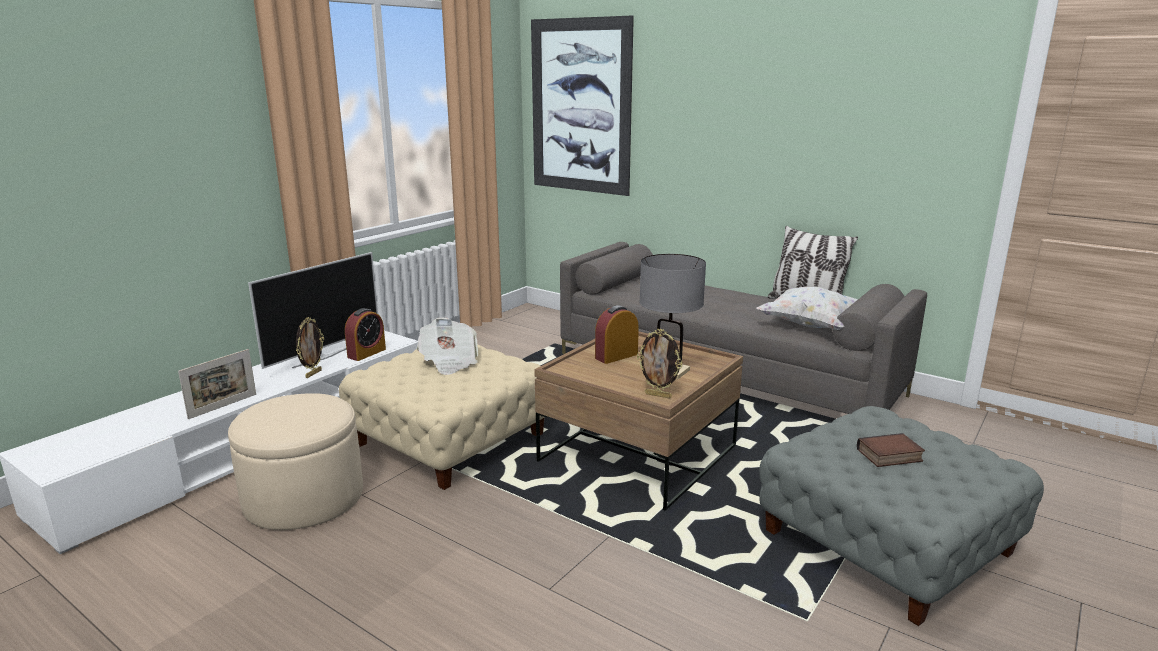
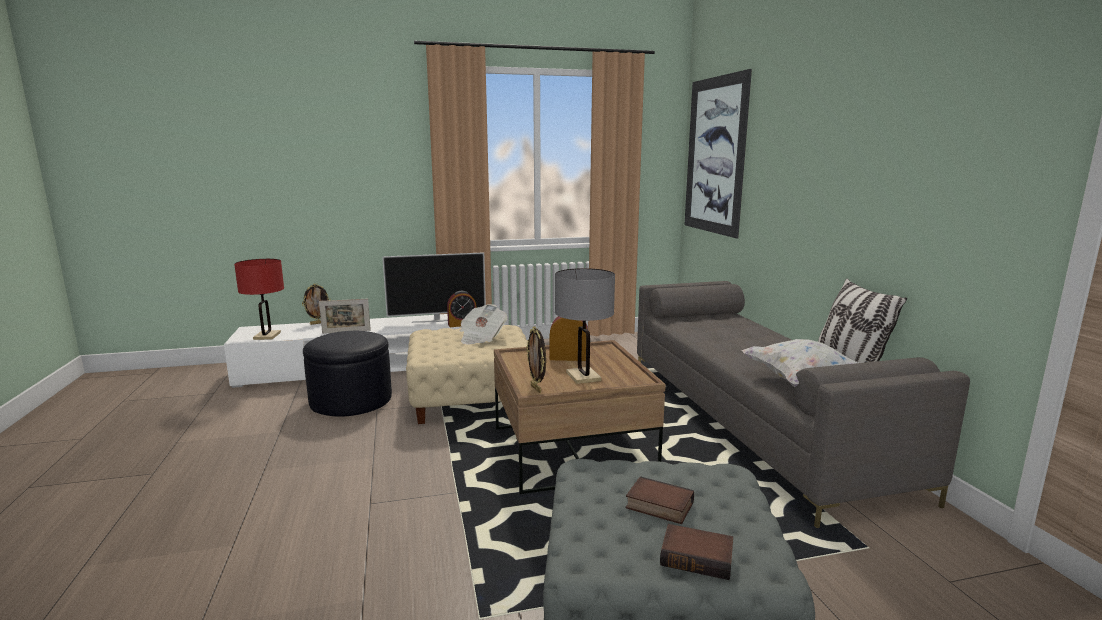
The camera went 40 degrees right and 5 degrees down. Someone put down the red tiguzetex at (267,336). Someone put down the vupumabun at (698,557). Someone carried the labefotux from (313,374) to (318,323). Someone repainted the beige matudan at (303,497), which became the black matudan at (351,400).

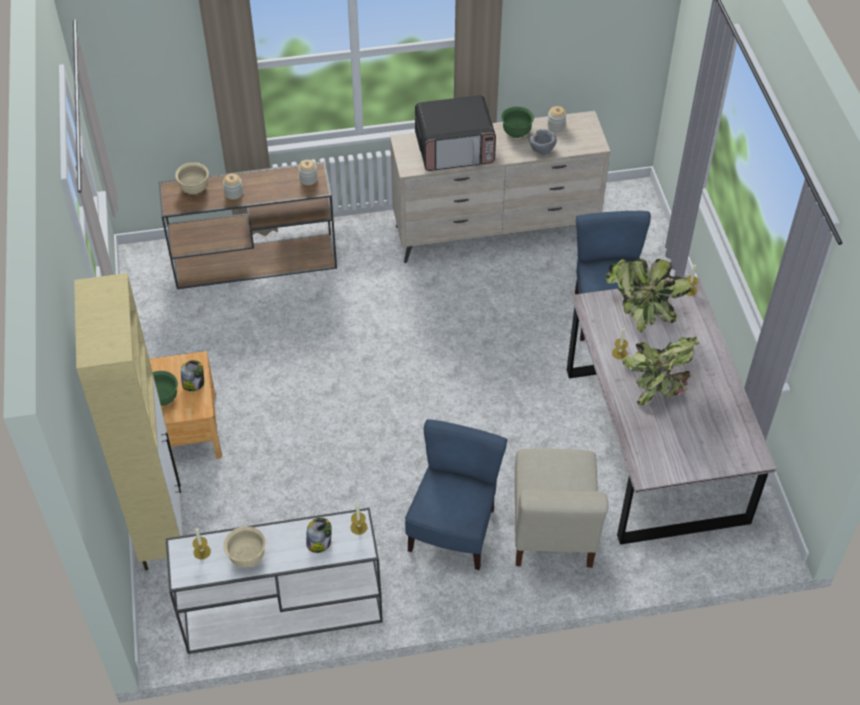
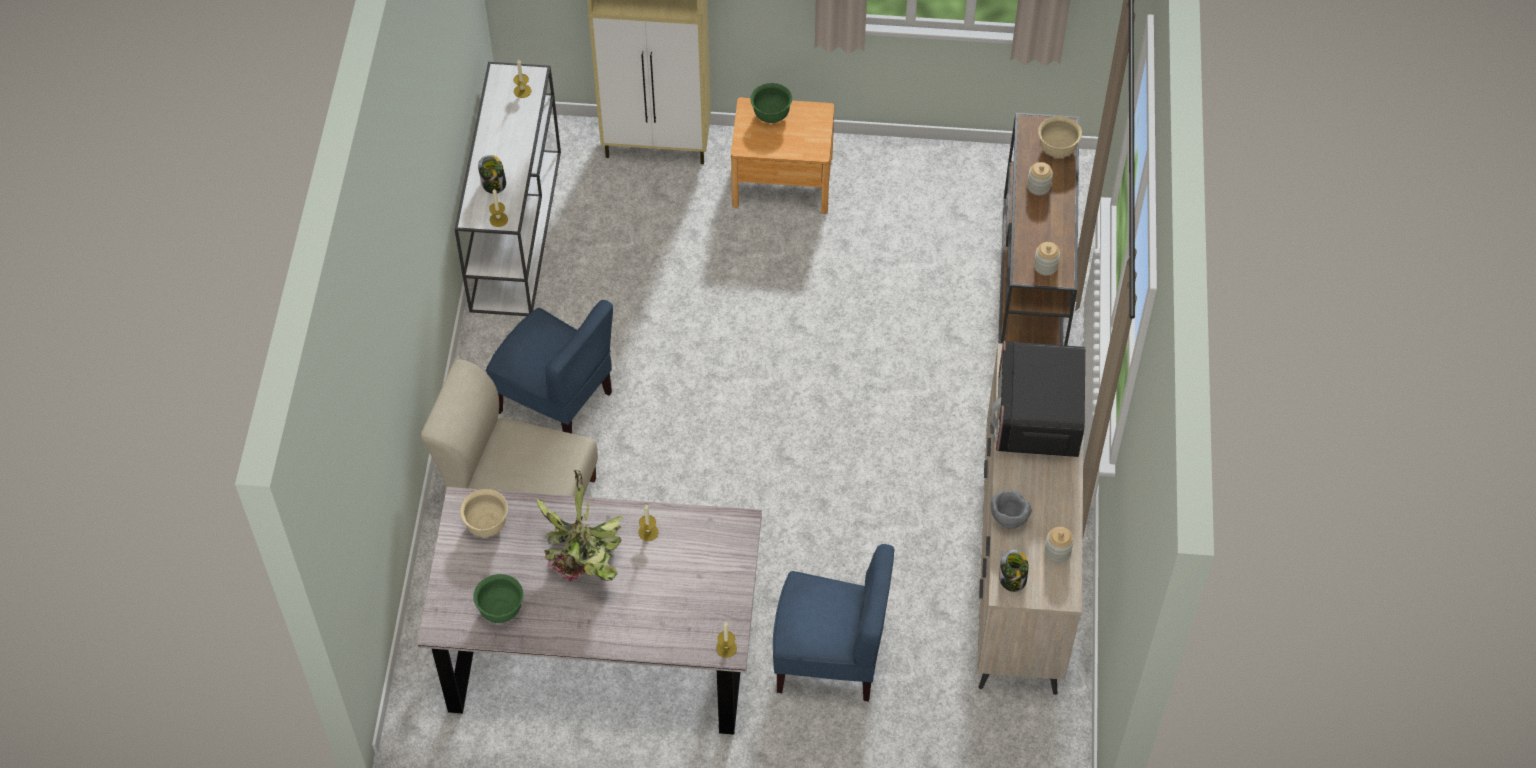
The camera went 105 degrees right and 5 degrees up. Someone took away the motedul at (641,311). Someone carried the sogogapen from (194,383) to (1012,579). Someone carried the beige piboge from (247,556) to (486,524). Someone carried the green piboge from (516,132) to (501,610).

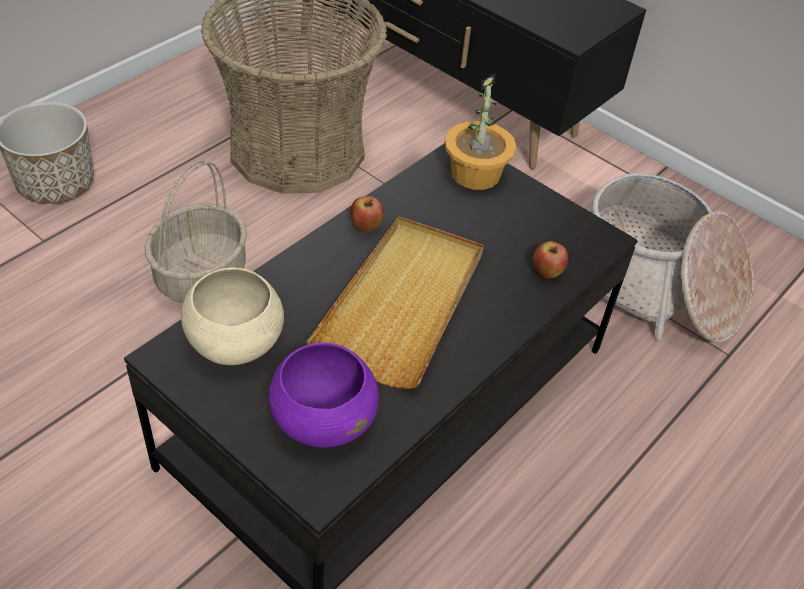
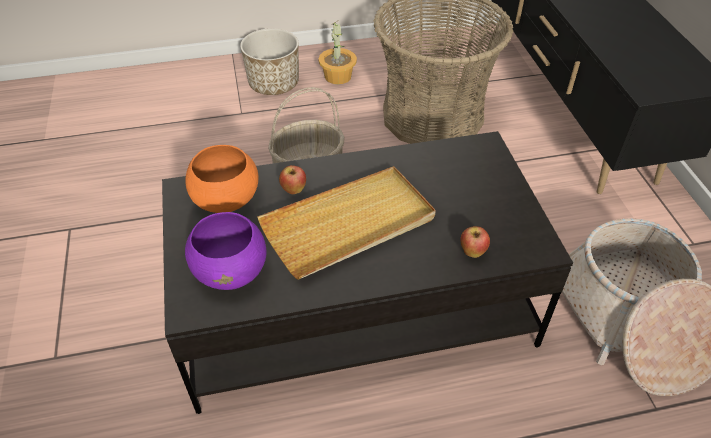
The camera went 40 degrees right and 0 degrees up. Someone carried the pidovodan from (366,227) to (294,190). Someone carried the motedul from (476,173) to (338,76). Someone repainted the beige piboge at (234,343), which became the orange piboge at (225,199).

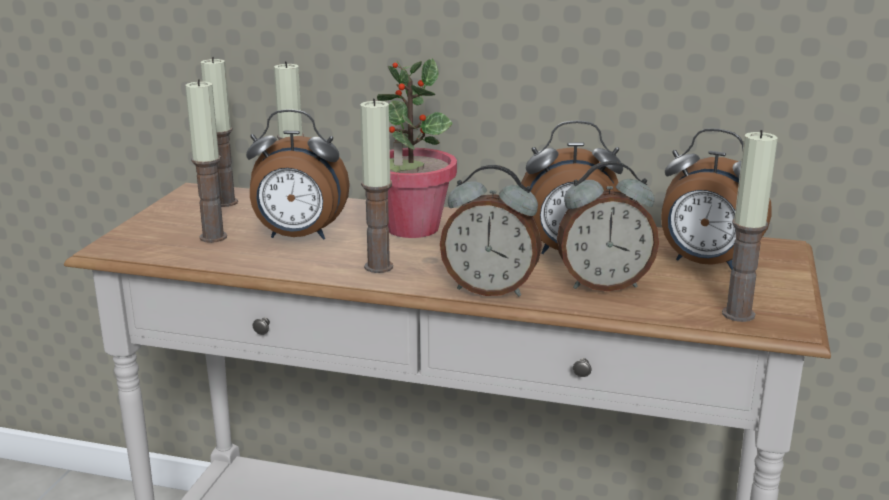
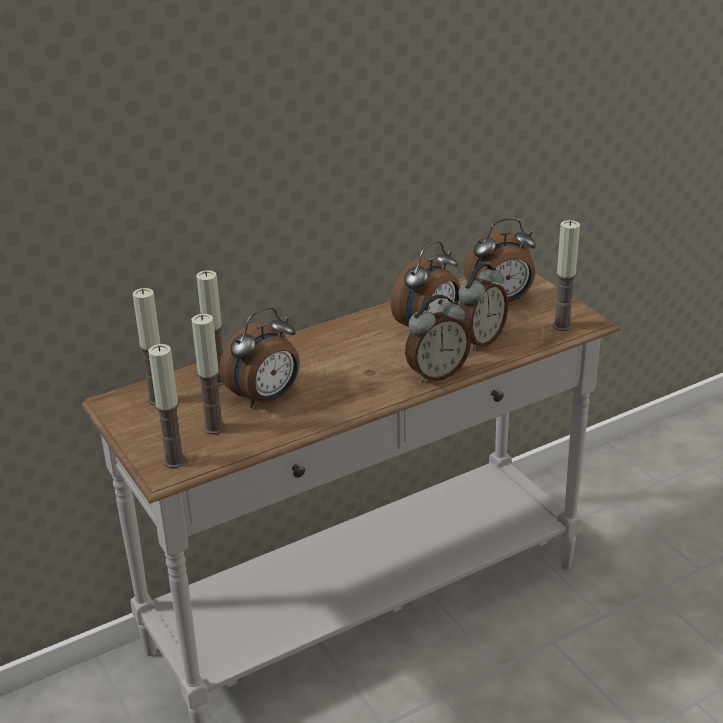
The camera went 45 degrees left and 10 degrees up. Someone took away the motedul at (411,228). Someone carried the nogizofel from (378,267) to (174,461).

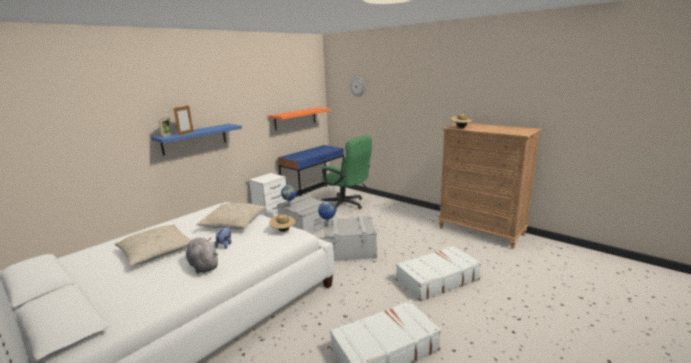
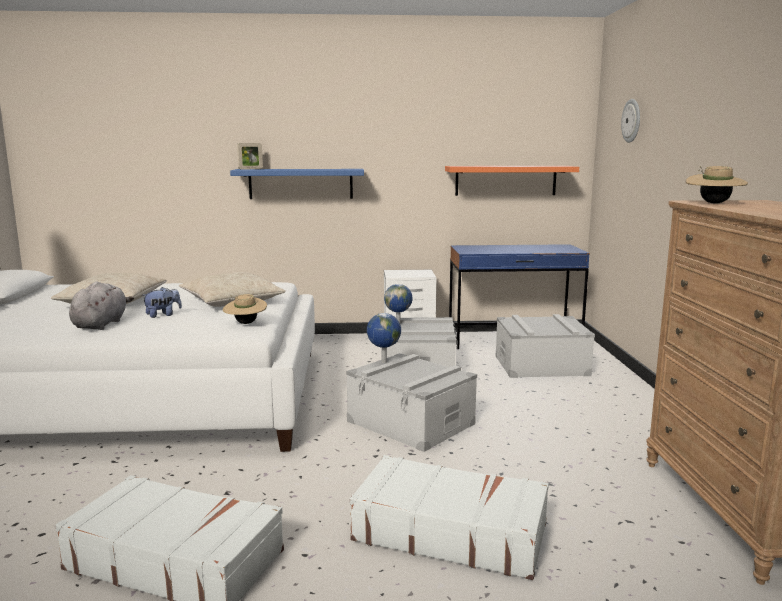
The camera went 45 degrees right and 5 degrees down. Someone took away the labefotux at (186,133). Someone swapped the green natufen at (346,205) for the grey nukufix at (541,365).

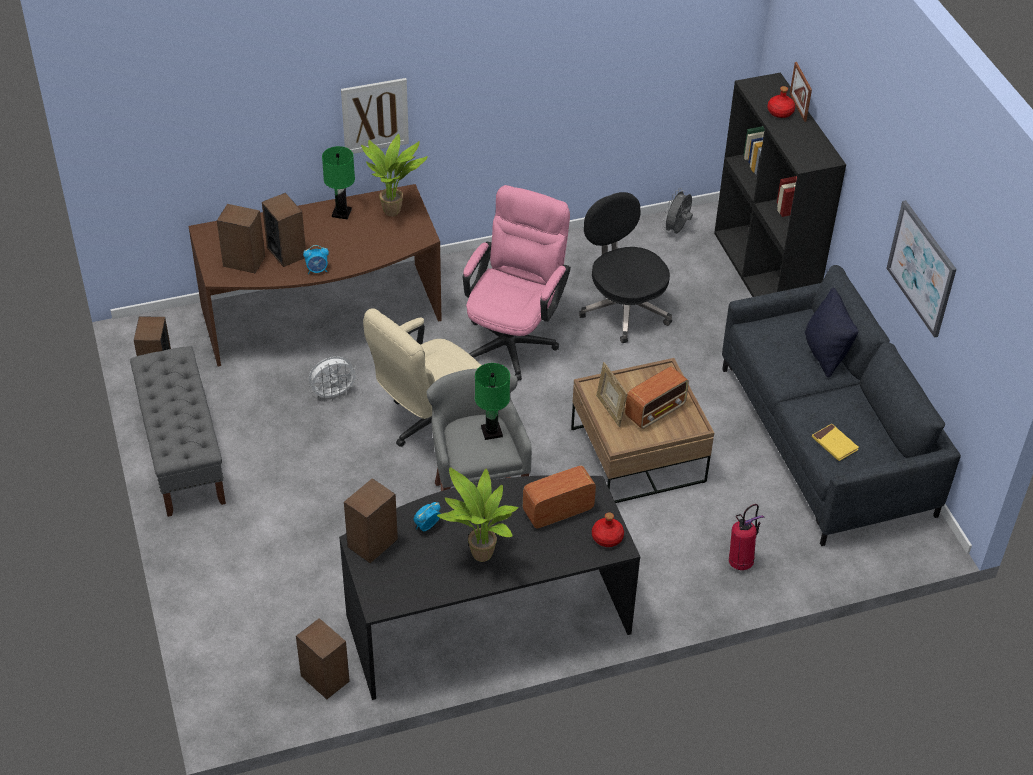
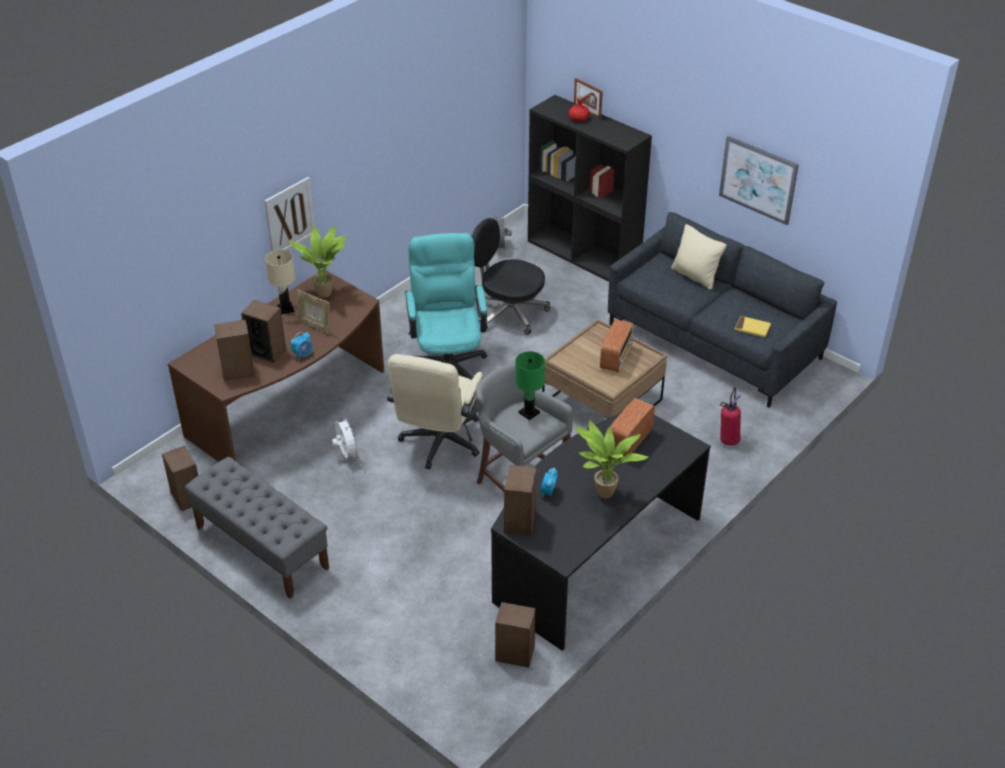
The camera went 30 degrees left and 5 degrees down. Someone took away the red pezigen at (607,537). Someone carried the labefotux from (610,410) to (315,326). Someone repainted the green tiguzetex at (342,213), which became the beige tiguzetex at (286,309). Someone repainted the pink natufen at (514,338), which became the turquoise natufen at (448,362). Someone repainted the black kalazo at (825,354), which became the beige kalazo at (695,276). Someone rotated the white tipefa at (333,395) by 60 degrees counterclockwise.

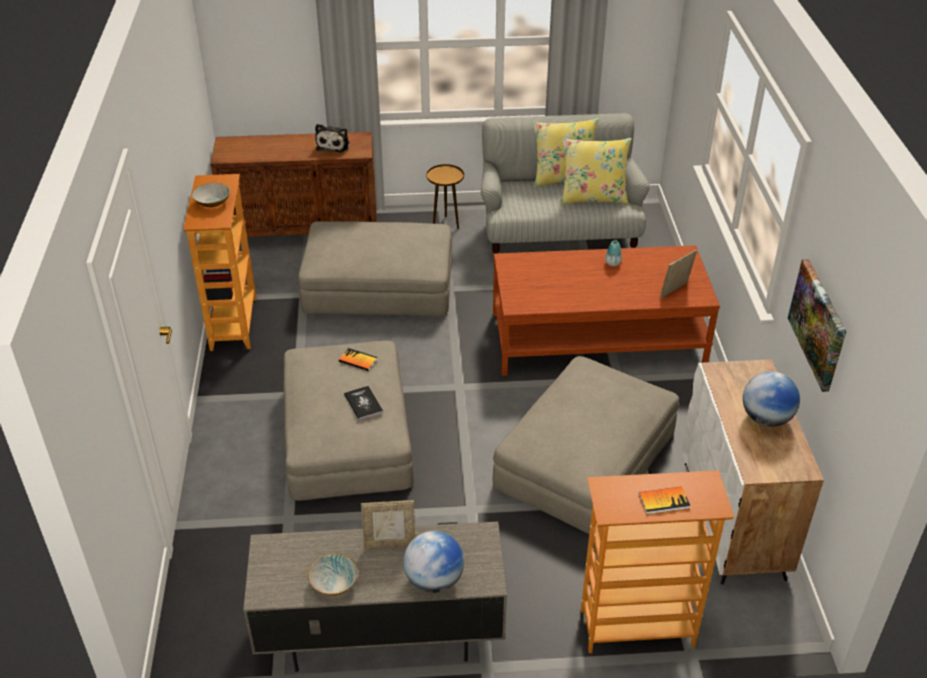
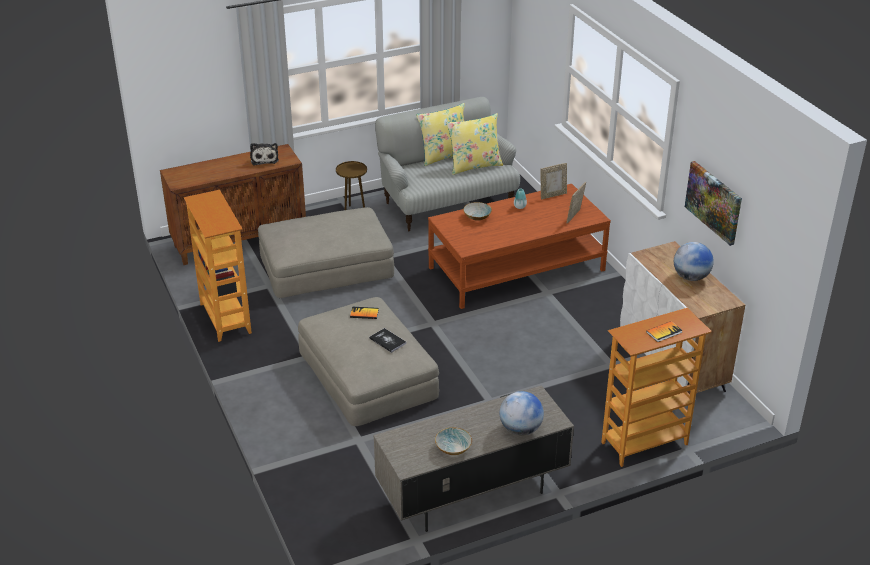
The camera went 20 degrees left and 5 degrees down. Someone took away the beige matudan at (586,459). Someone carried the piboge from (212,203) to (477,217). Someone carried the labefotux from (390,543) to (553,195).

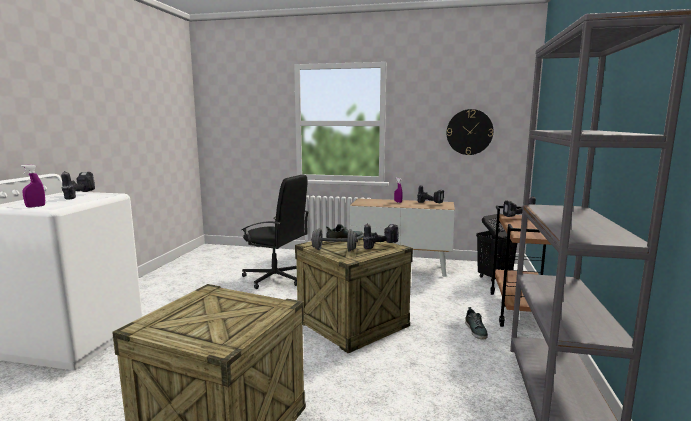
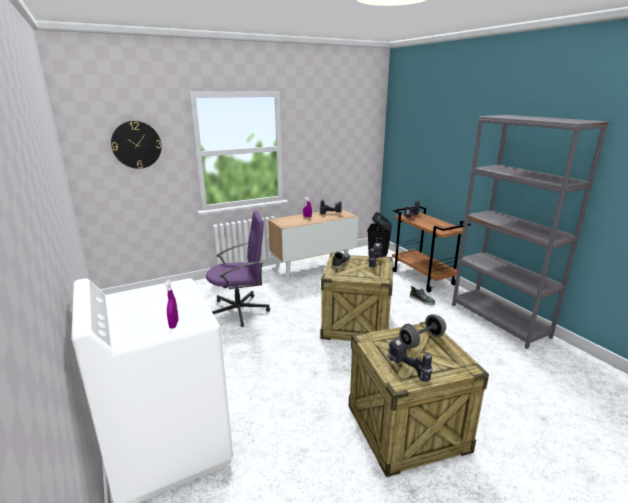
The camera went 40 degrees left and 10 degrees up. Someone carried the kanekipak from (78,196) to (406,370). Someone carried the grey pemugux from (334,250) to (421,340). Someone carried the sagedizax from (469,132) to (136,145). Someone repainted the black natufen at (275,278), which became the purple natufen at (239,310).

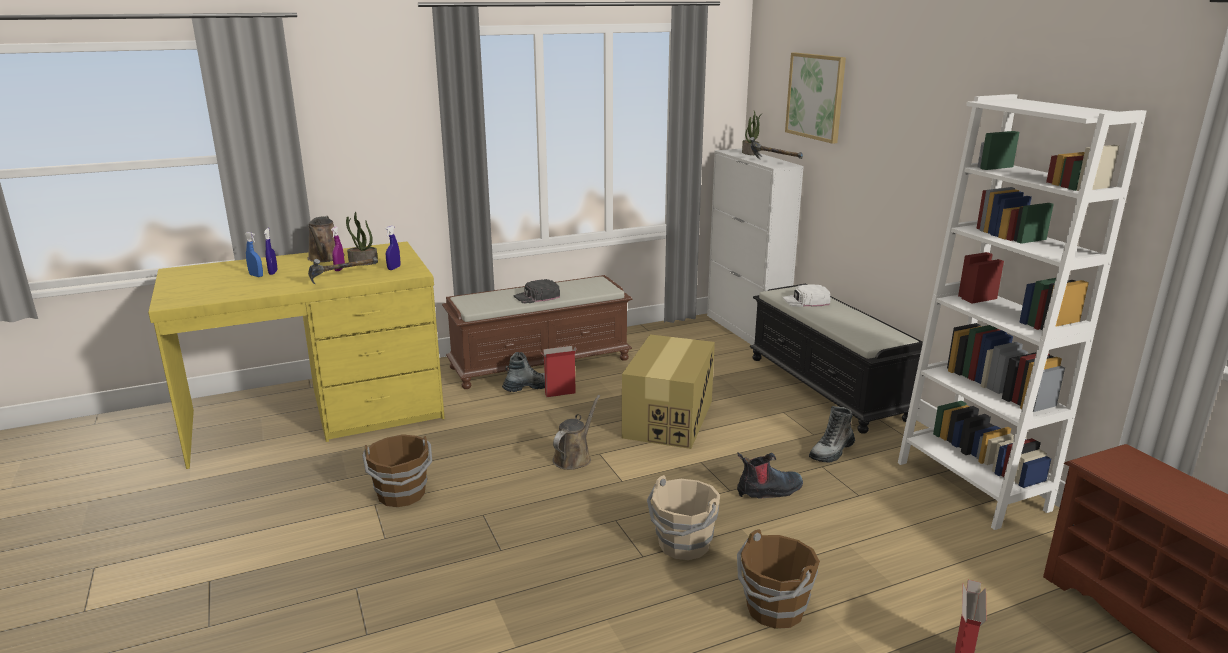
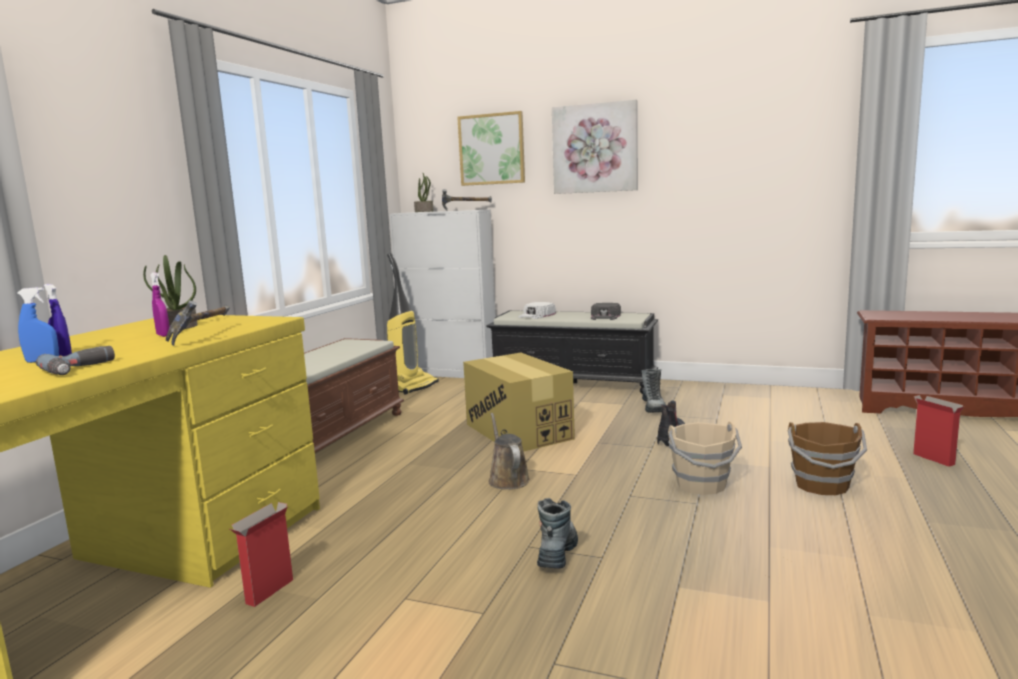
The camera went 45 degrees left and 10 degrees down. Someone took away the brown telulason at (325,258). Someone took away the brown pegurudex at (402,495). Someone took away the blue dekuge at (394,268). Someone took away the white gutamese at (971,485). Someone put down the kanekipak at (82,368). Someone put down the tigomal at (412,386). Someone put up the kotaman at (595,148). Someone carried the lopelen from (529,387) to (557,553). Someone carried the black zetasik from (537,296) to (605,316). Someone carried the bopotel from (559,393) to (269,592).

